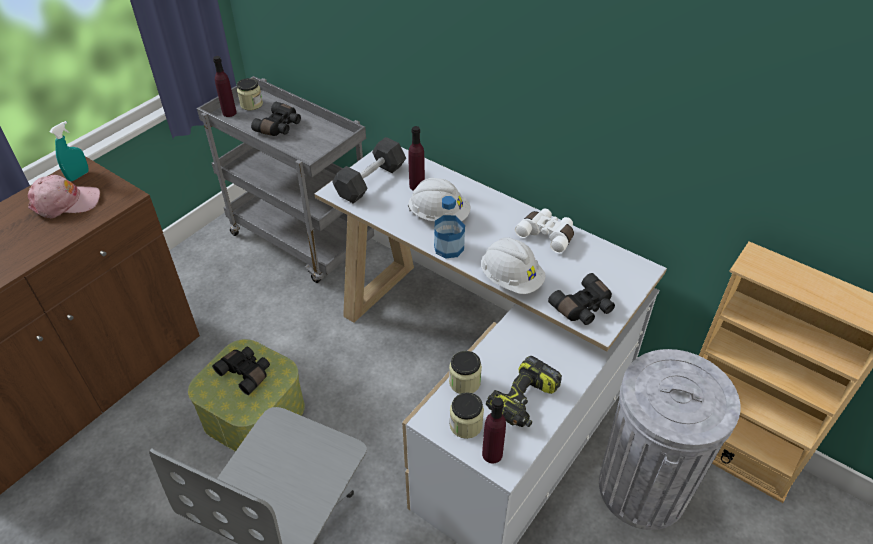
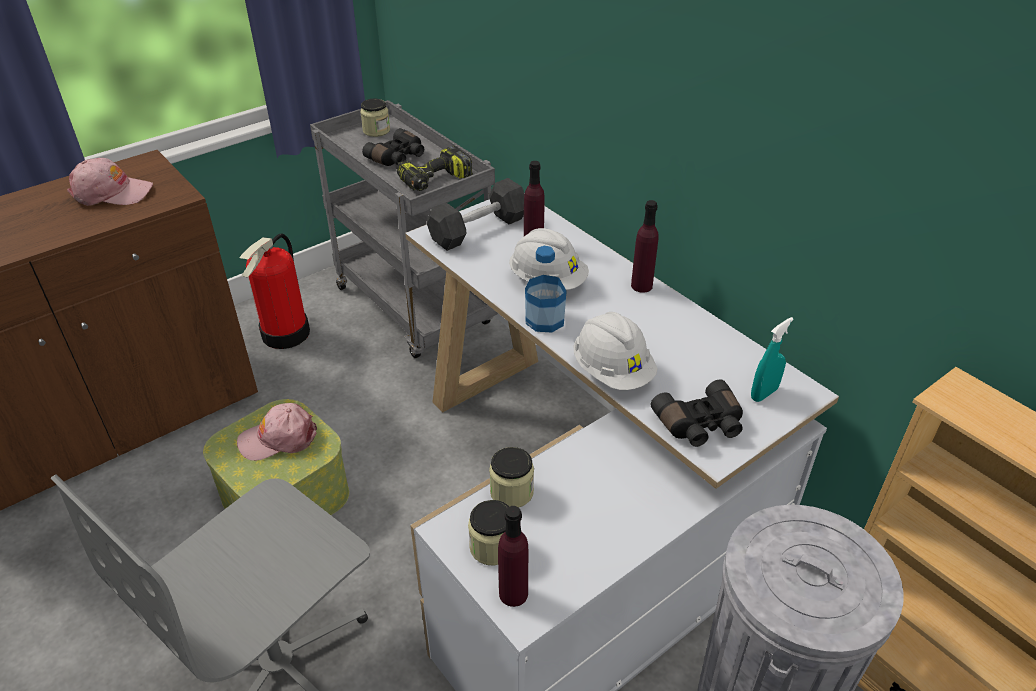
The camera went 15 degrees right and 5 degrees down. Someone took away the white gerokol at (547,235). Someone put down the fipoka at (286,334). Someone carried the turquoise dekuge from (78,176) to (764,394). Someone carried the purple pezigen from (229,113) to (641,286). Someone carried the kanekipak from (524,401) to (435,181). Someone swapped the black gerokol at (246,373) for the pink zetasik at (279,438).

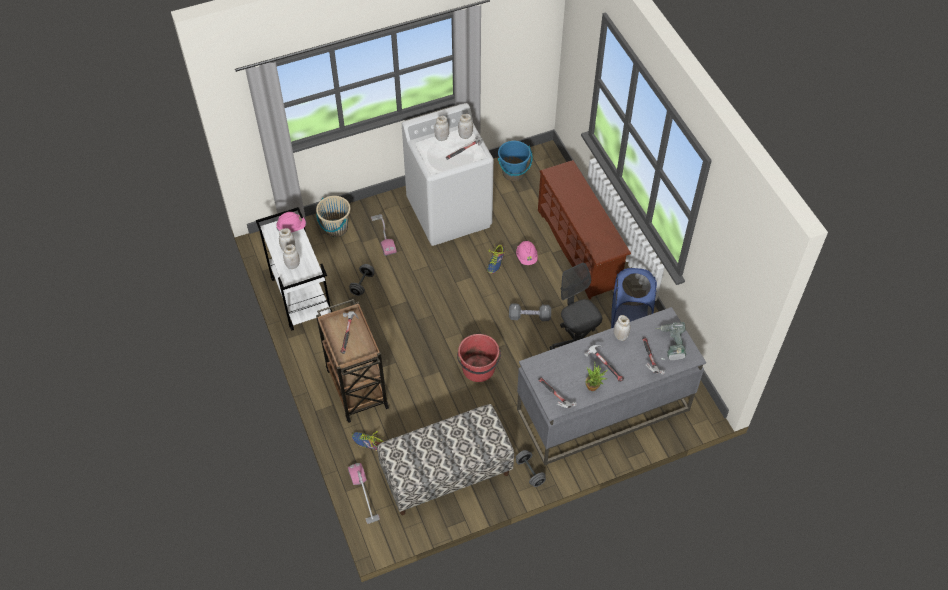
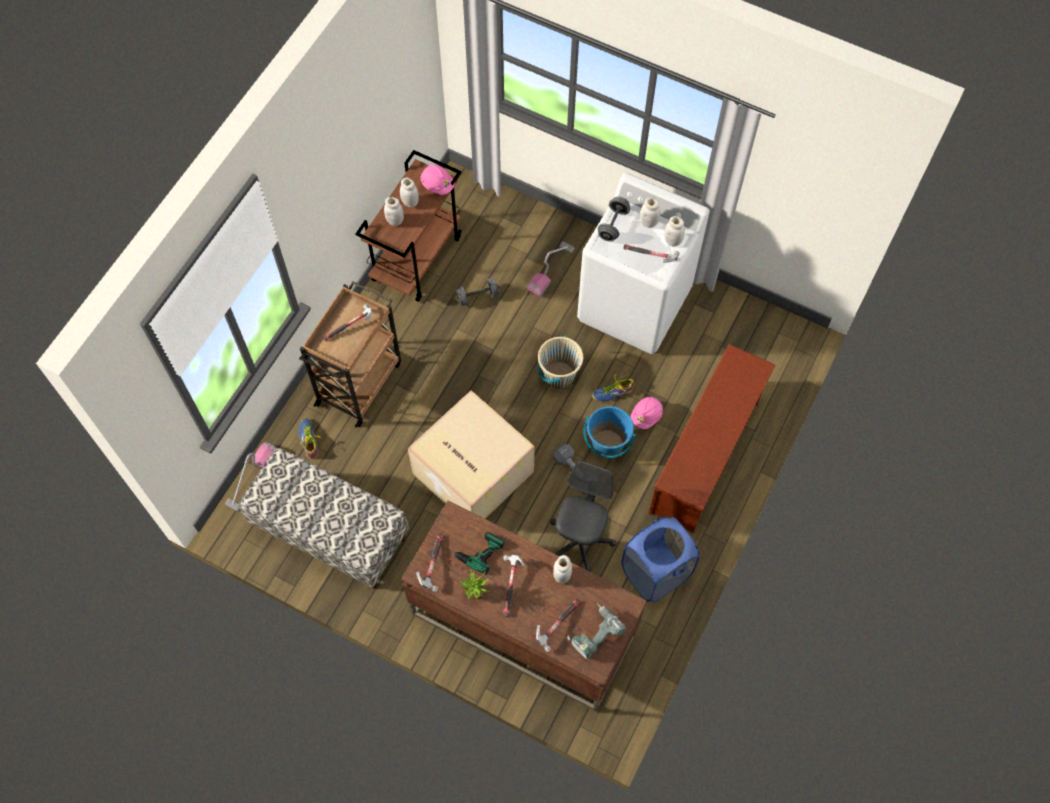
The camera went 50 degrees right and 10 degrees up. Someone put down the kanekipak at (475,549). Someone carried the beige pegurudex from (336,228) to (559,375). Someone carried the blue pegurudex from (513,173) to (607,444). Someone carried the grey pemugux from (530,472) to (613,225). Someone swapped the red pegurudex at (478,369) for the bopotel at (471,472). Someone repainted the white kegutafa at (300,297), which became the brown kegutafa at (416,258). Someone repainted the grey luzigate at (602,410), which became the brown luzigate at (522,624).

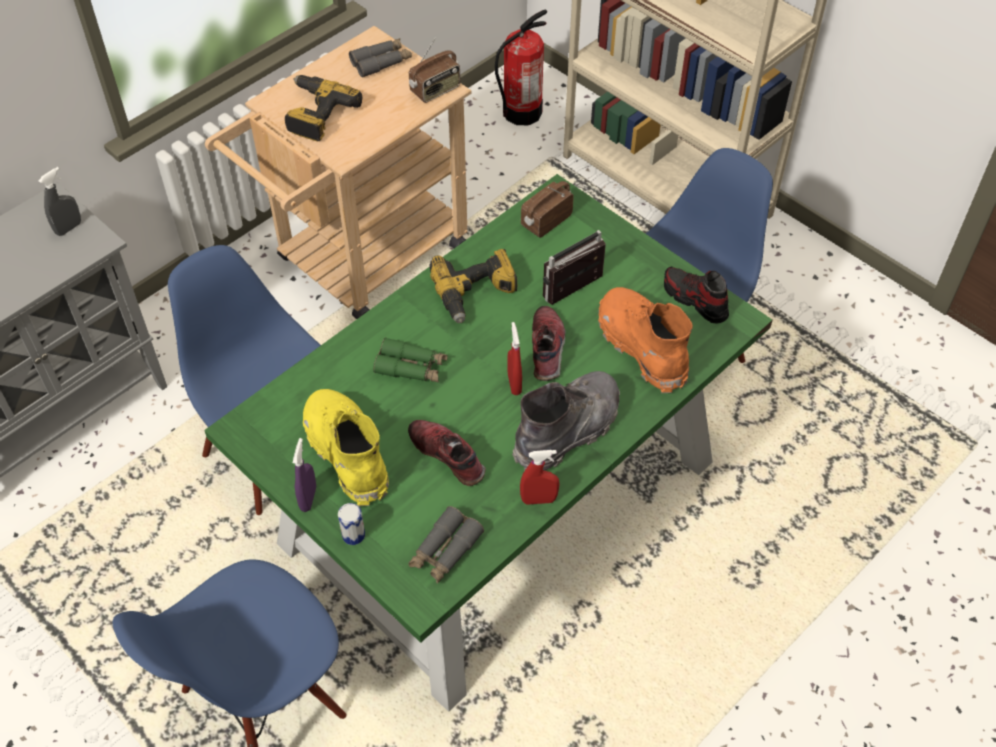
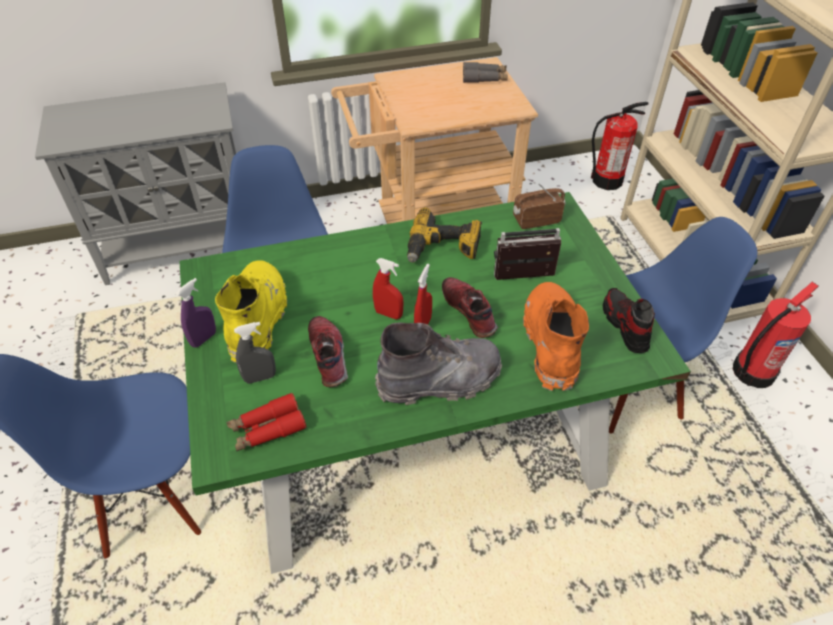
The camera went 30 degrees right and 5 degrees down. Someone took away the kanekipak at (316,114). Someone took away the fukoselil at (353,535). Someone took away the green gerokol at (411,367). Someone took away the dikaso at (435,90). Someone put down the fipoka at (752,372). Someone carried the grey dekuge from (69,228) to (260,377). Someone carried the red dekuge from (539,500) to (388,314). Someone repainted the grey gerokol at (445,551), which became the red gerokol at (267,428). Someone rotated the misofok at (548,349) by 60 degrees counterclockwise.

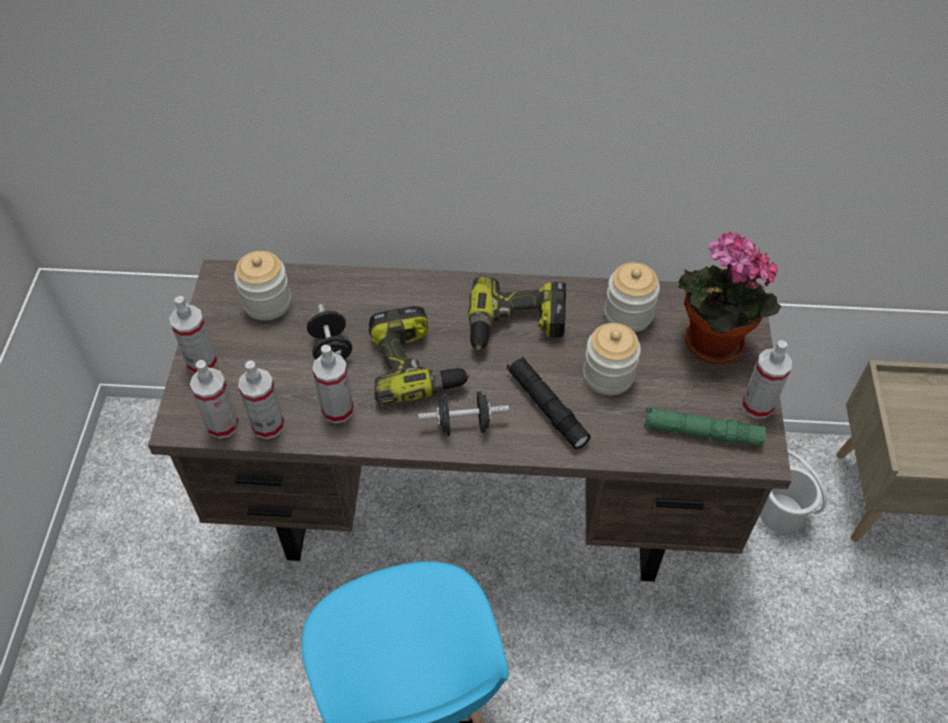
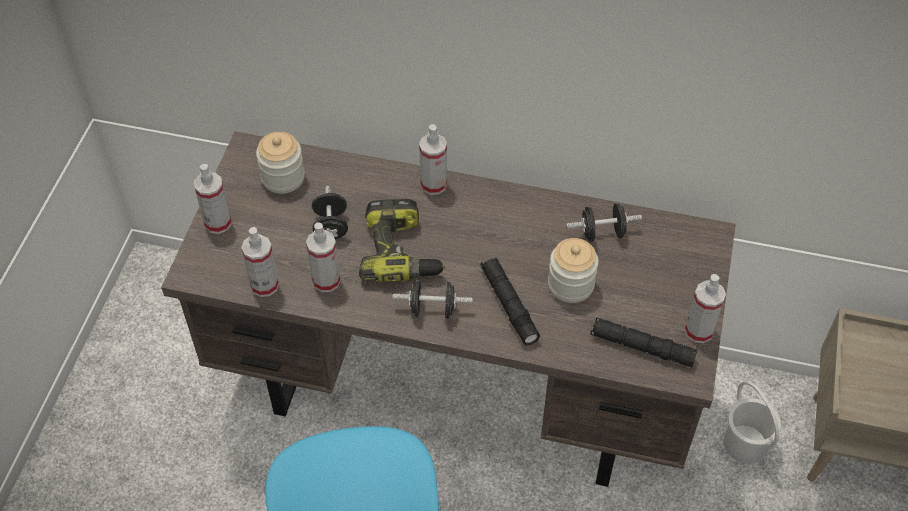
The camera went 10 degrees right and 0 degrees up. Someone took away the kanekipak at (515,325). Someone took away the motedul at (709,344). Someone carried the dekuge from (223,425) to (433,184). Someone swapped the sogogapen at (628,314) for the black pemugux at (602,233). Someone repainted the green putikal at (702,432), which became the black putikal at (642,347).

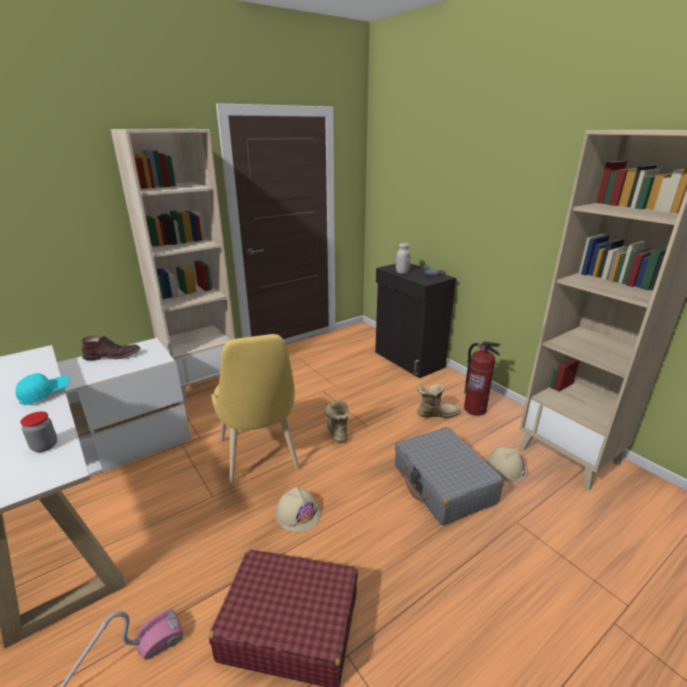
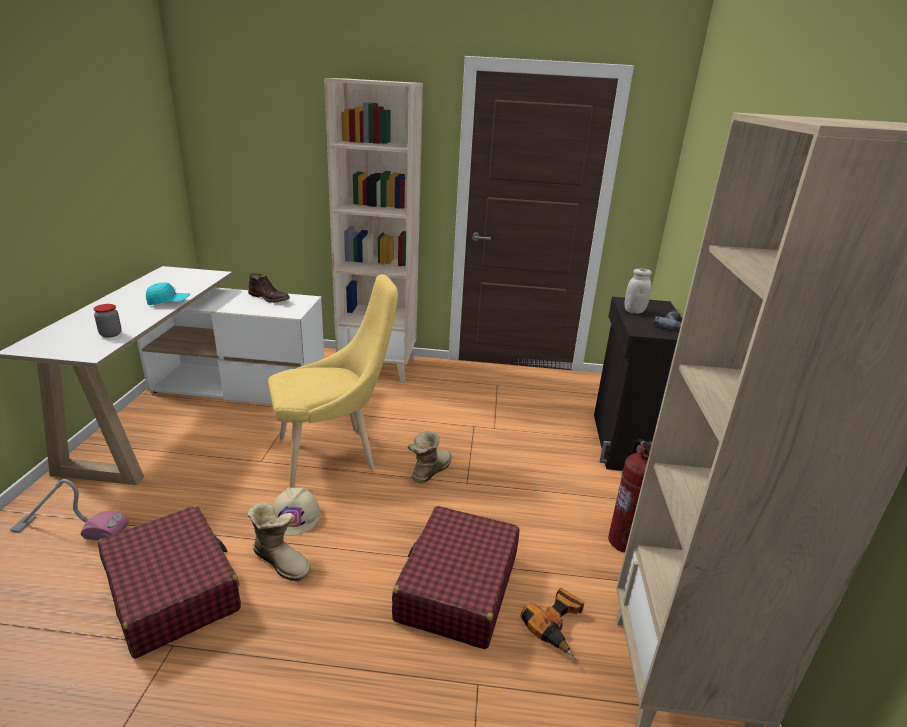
The camera went 40 degrees right and 0 degrees up. Someone carried the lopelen from (435,414) to (282,560). Someone swapped the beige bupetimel at (506,468) for the kanekipak at (559,626). Someone repainted the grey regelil at (443,484), which became the red regelil at (457,588). Someone rotated the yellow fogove at (261,458) by 135 degrees counterclockwise.

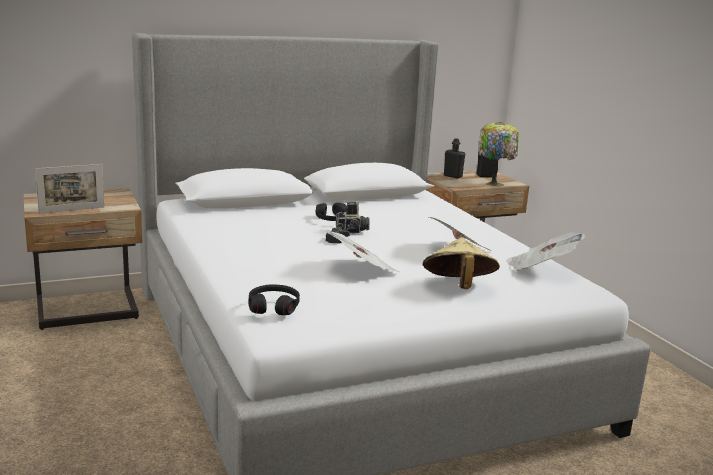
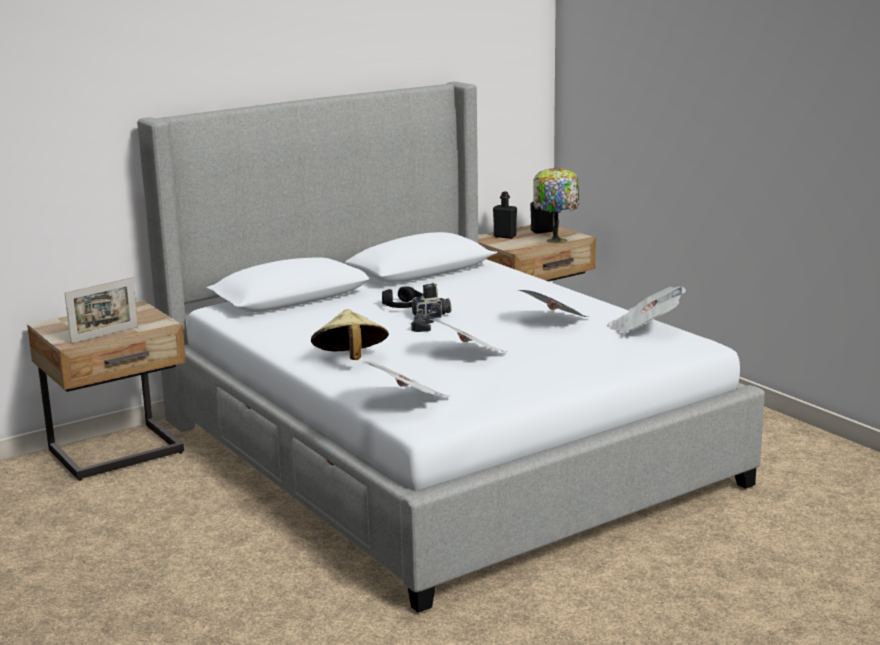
The camera went 10 degrees left and 0 degrees up. Someone carried the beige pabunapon from (458,287) to (350,360). Someone swapped the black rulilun at (273,307) for the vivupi at (407,401).

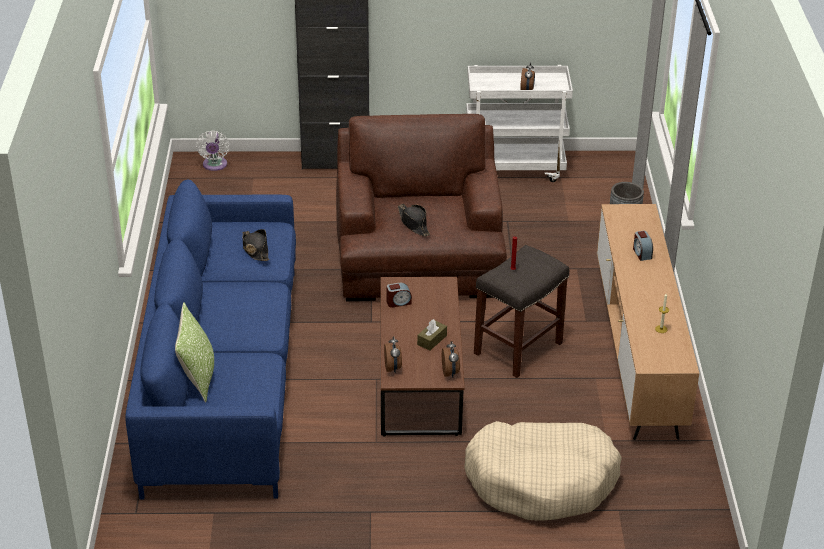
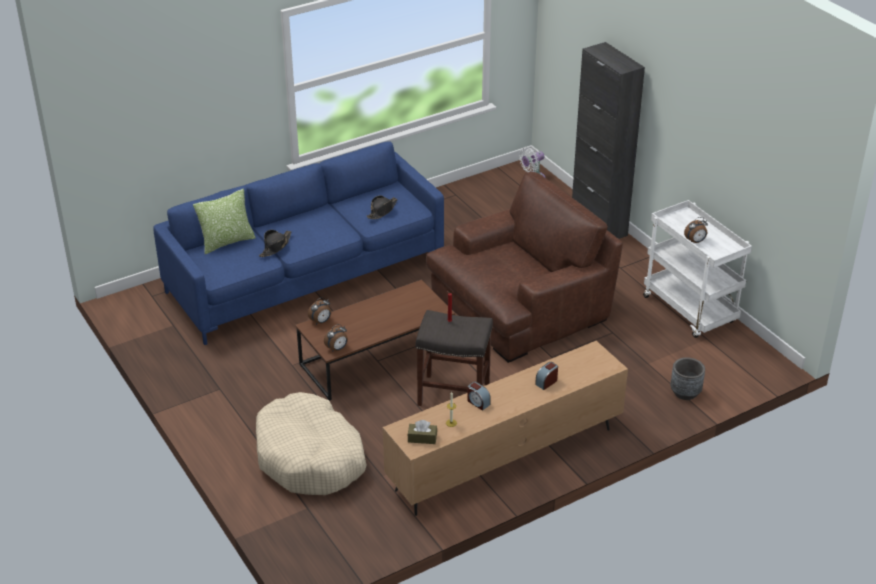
The camera went 60 degrees right and 0 degrees up. Someone carried the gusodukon from (398,302) to (478,402). Someone carried the black pabunapon from (414,223) to (275,247). Someone carried the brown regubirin from (432,340) to (422,438).

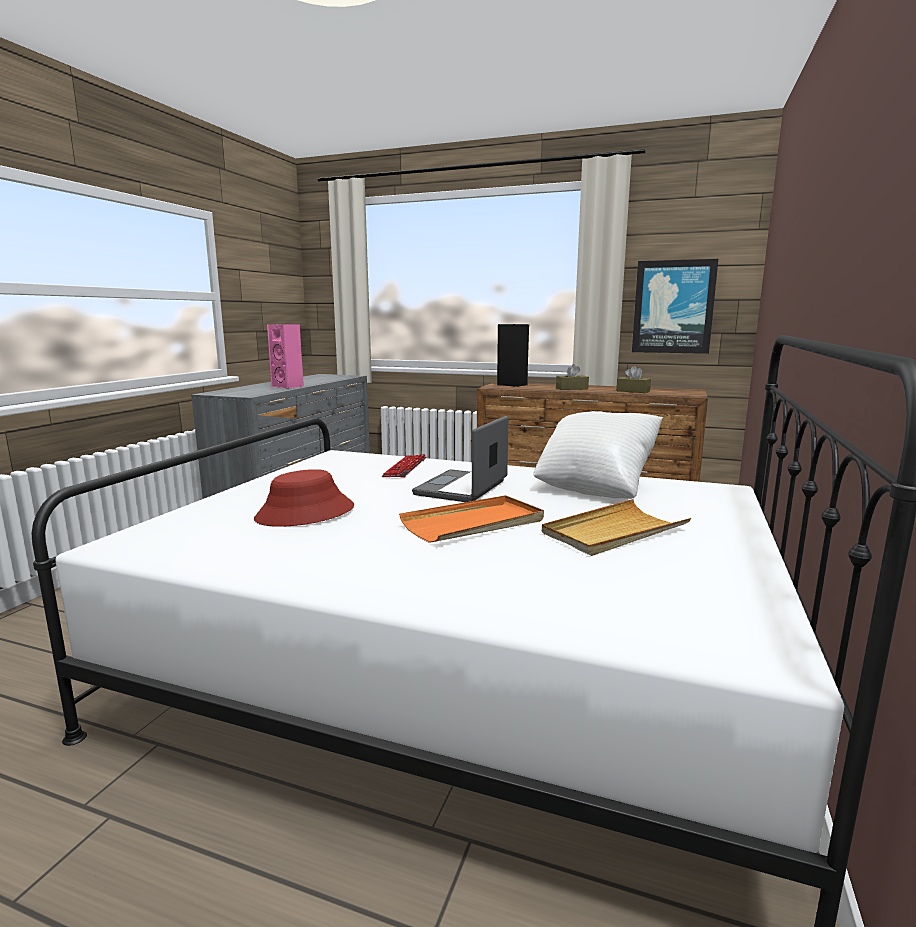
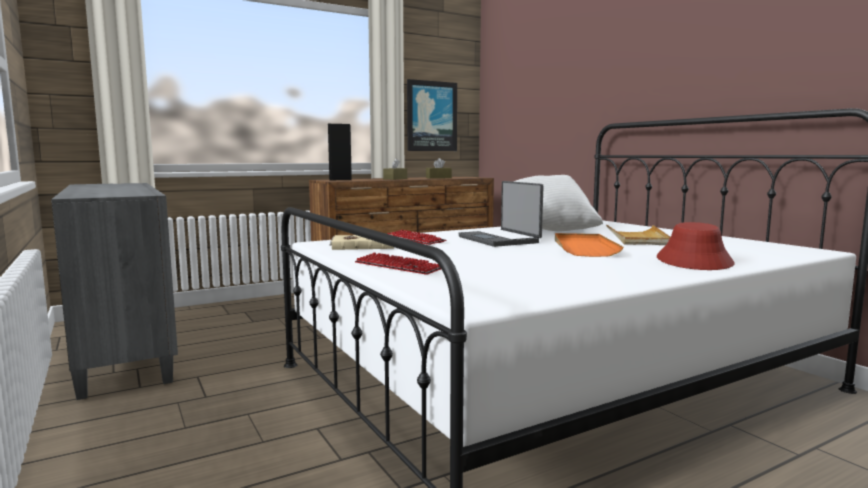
The camera went 50 degrees left and 5 degrees down. Someone took away the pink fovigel at (289,386). Someone put down the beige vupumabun at (362,245). Someone put down the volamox at (398,266). Someone carried the red pabunapon from (305,513) to (694,261).

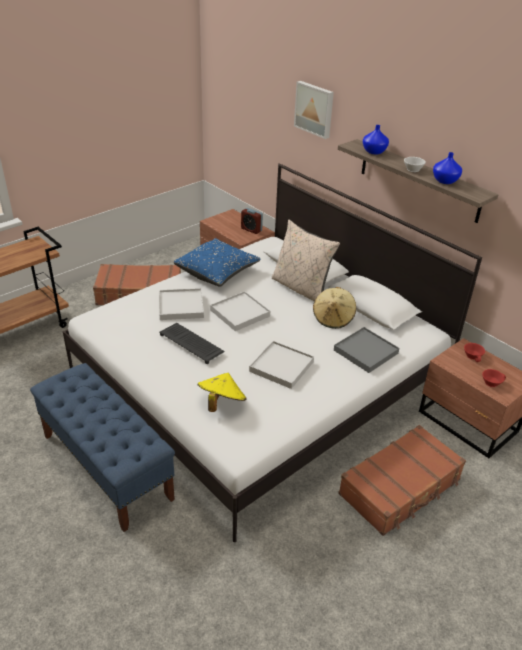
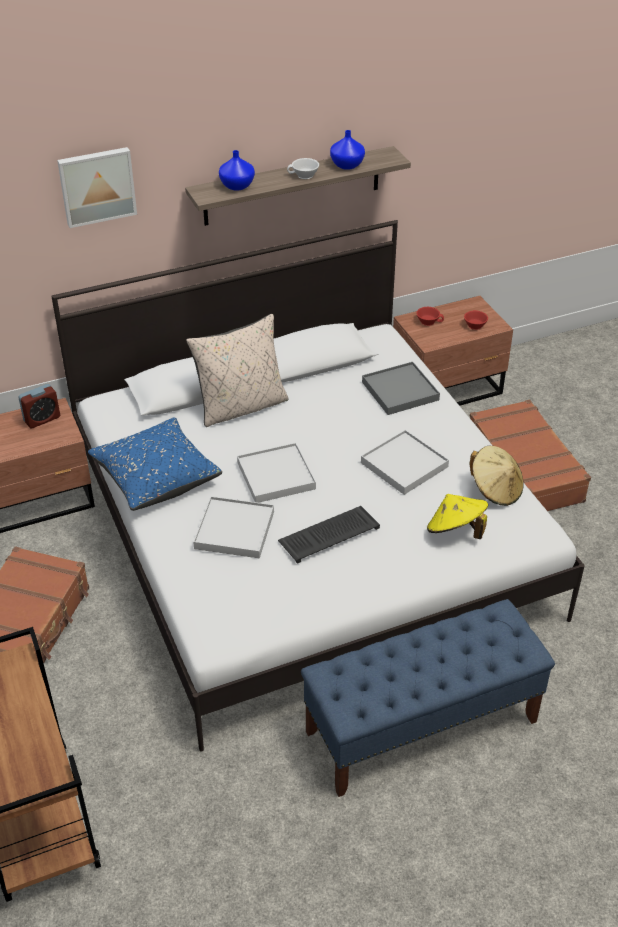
The camera went 70 degrees left and 5 degrees up. Someone carried the beige pabunapon from (333,318) to (495,490).

